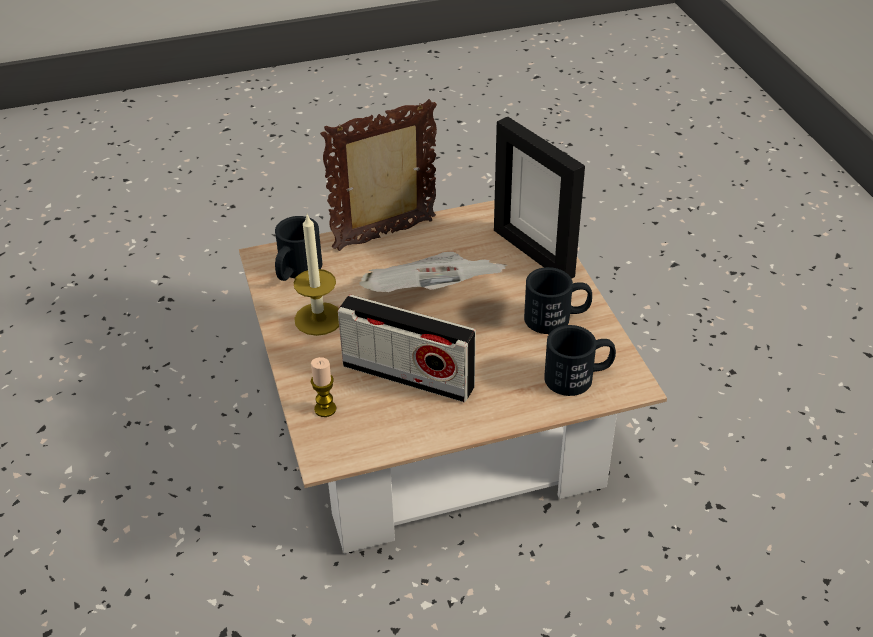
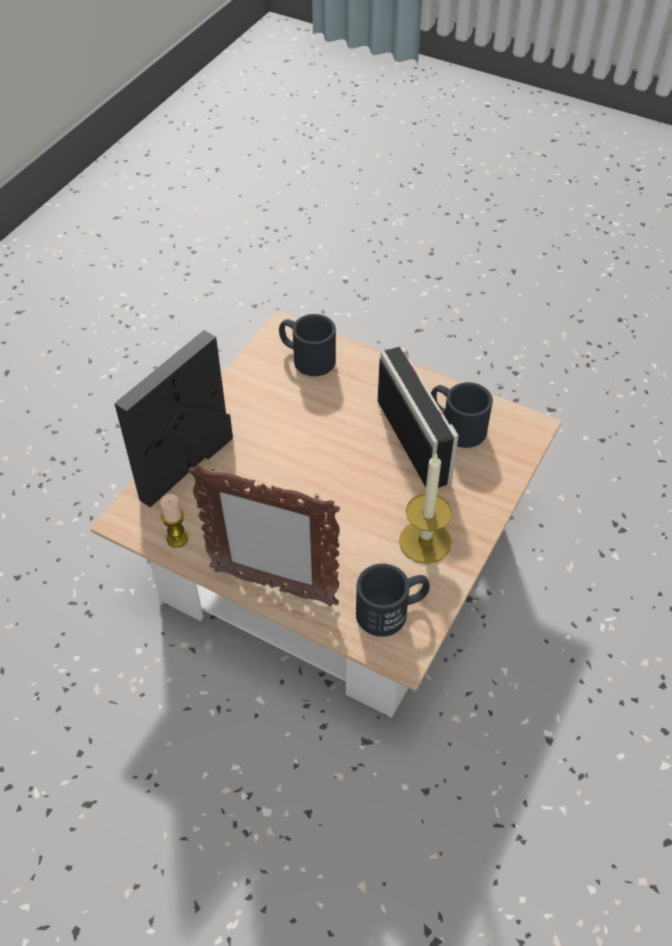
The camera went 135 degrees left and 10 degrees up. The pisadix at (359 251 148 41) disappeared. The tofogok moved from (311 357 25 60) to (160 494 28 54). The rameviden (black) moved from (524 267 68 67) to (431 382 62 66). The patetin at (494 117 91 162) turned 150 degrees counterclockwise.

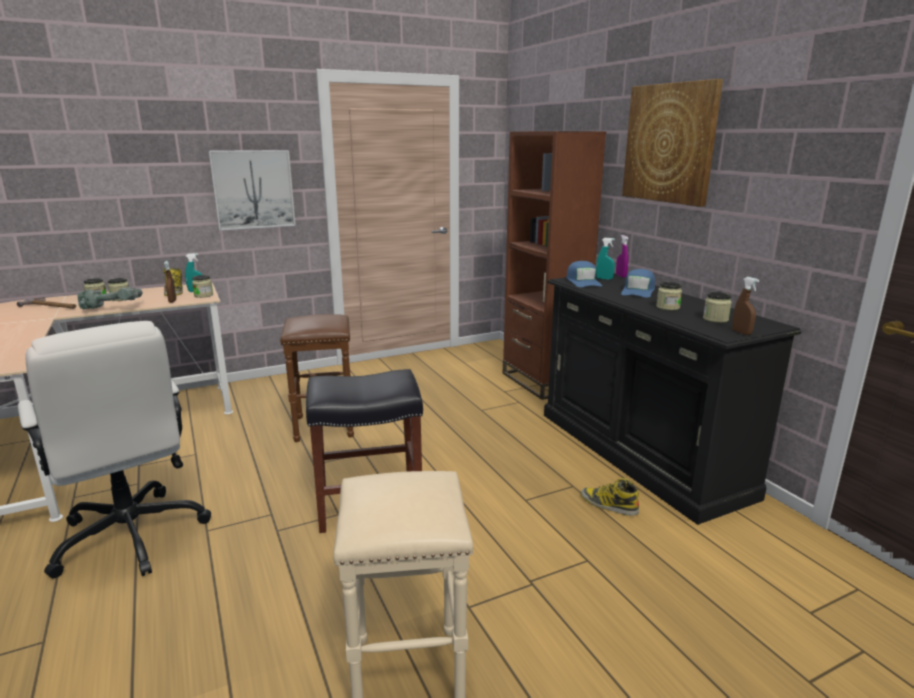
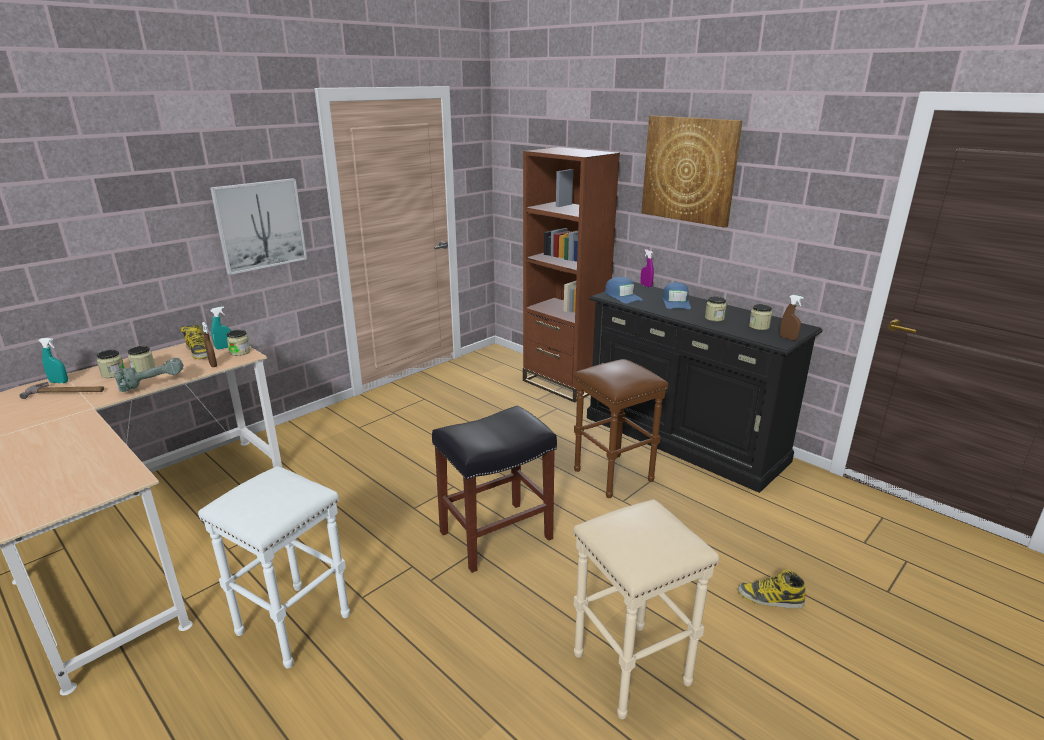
The camera went 20 degrees left and 5 degrees up. The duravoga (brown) moved from (280 314 74 128) to (574 359 94 139). The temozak moved from (581 478 58 38) to (738 570 68 39). The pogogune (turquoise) moved from (596 238 19 42) to (38 338 30 45). The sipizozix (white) at (18 321 193 257) was replaced by the duravoga (white) at (198 466 152 202).

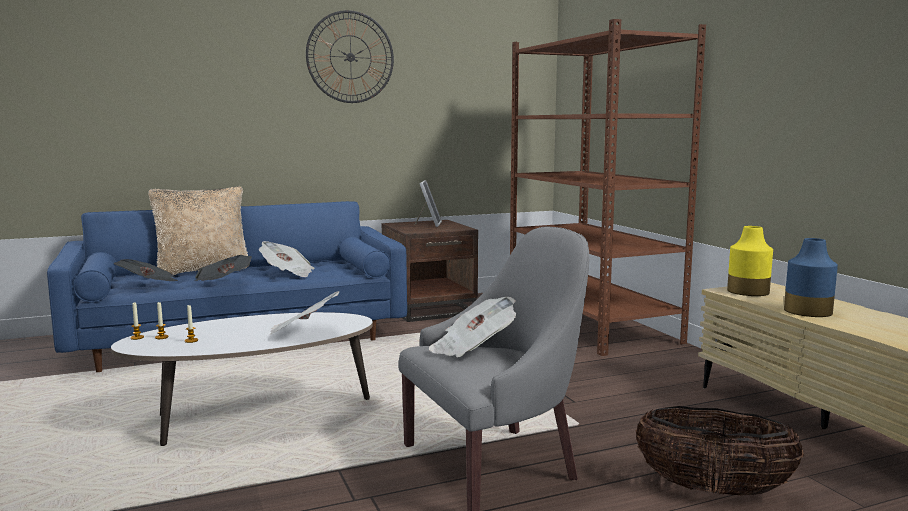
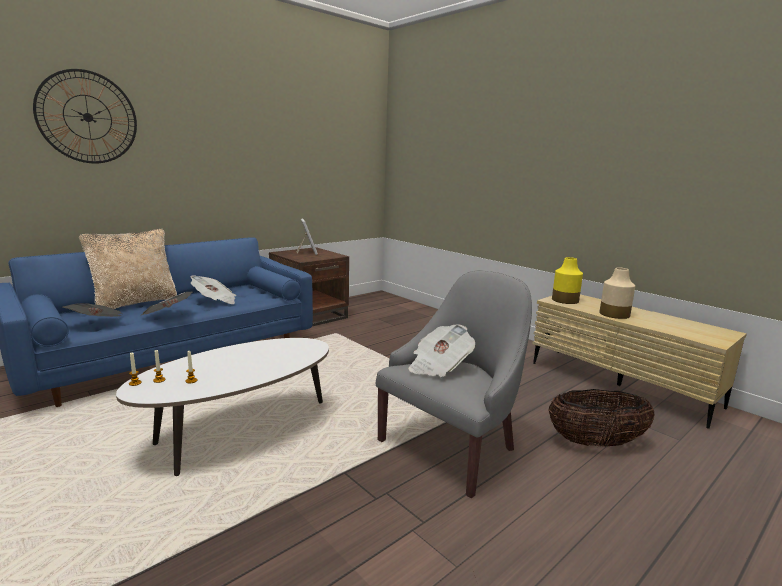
The camera went 20 degrees left and 5 degrees up. The pisadix at (270 291 70 44) disappeared. The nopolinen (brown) at (510 19 196 337) disappeared. The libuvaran moved from (306 10 88 93) to (33 69 104 95). The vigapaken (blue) at (784 238 54 79) became the vigapaken (beige) at (599 268 36 51).

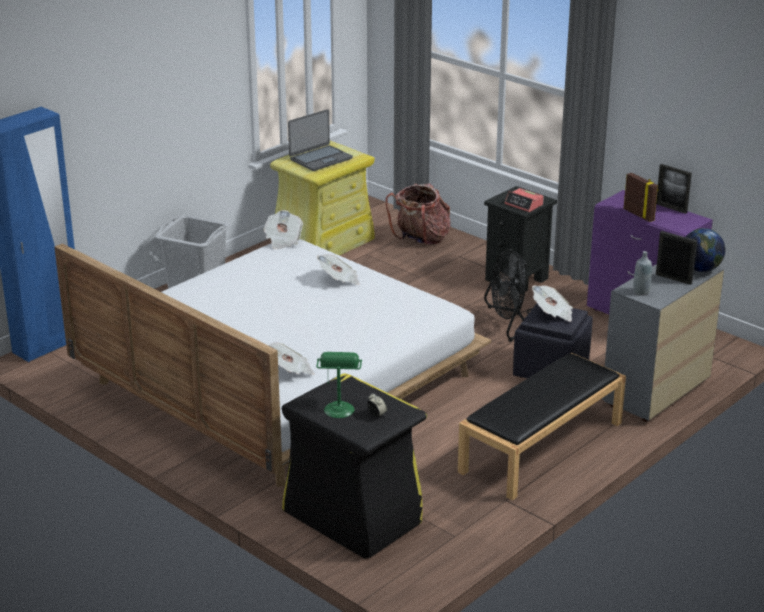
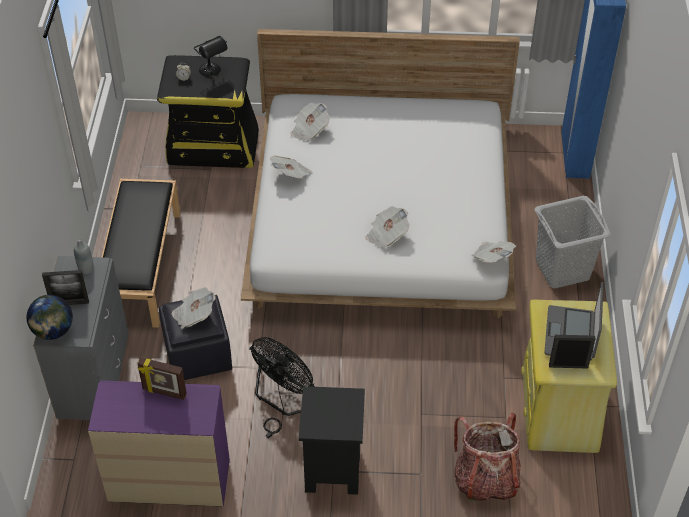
The camera went 140 degrees right and 20 degrees up. The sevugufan at (505 188 39 24) disappeared. The pisadix at (270 155 42 24) appeared. The patetin moved from (656 164 36 50) to (549 335 46 33). The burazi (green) at (316 352 46 66) became the burazi (black) at (194 36 34 41).

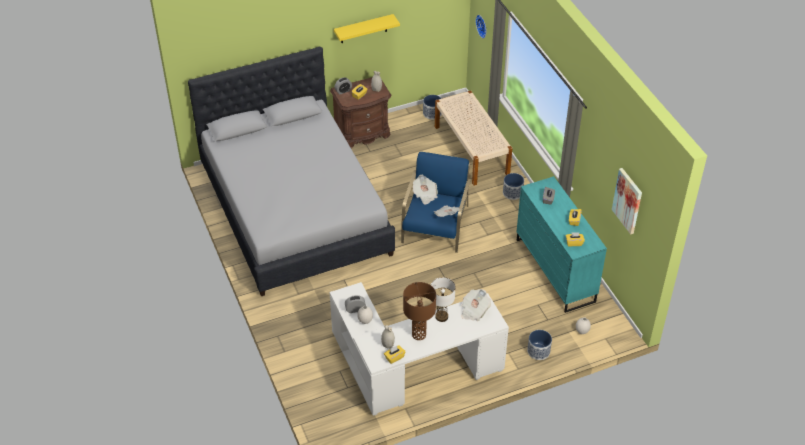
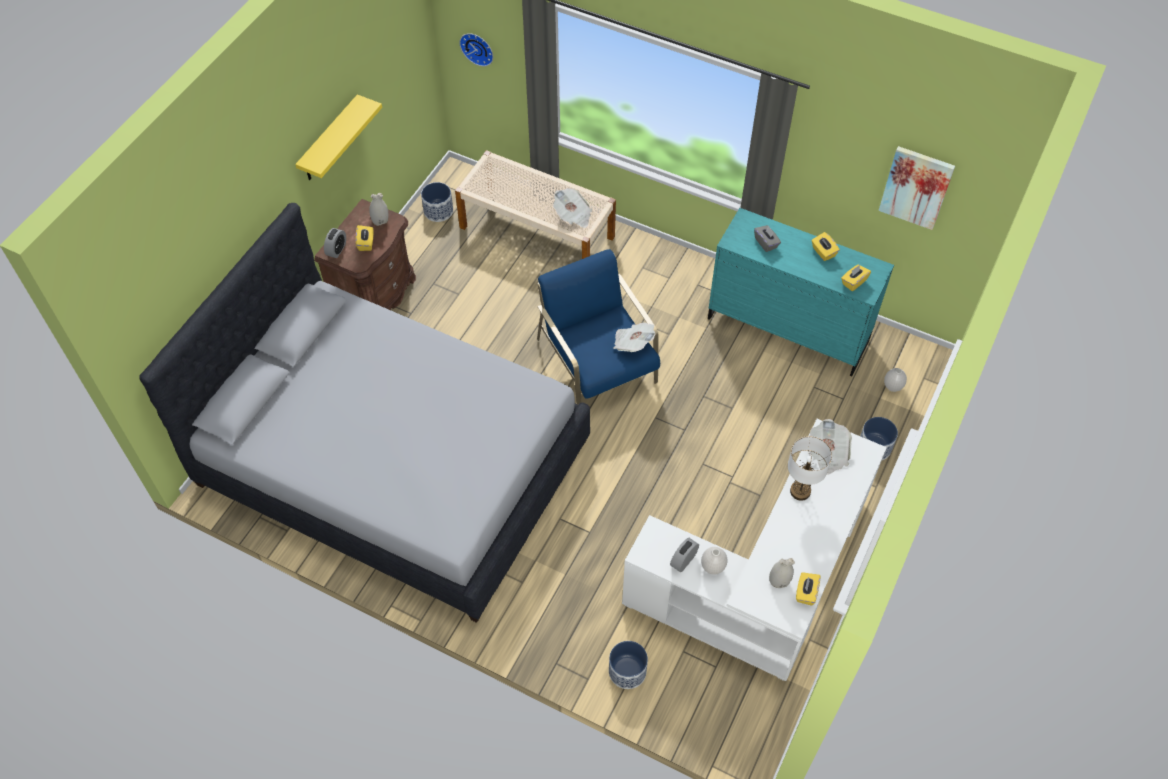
The camera went 40 degrees left and 10 degrees up. The burazi (brown) at (403 282 33 58) disappeared. The pisadix moved from (413 174 25 31) to (553 188 39 40). The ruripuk moved from (503 173 21 27) to (609 641 39 48).

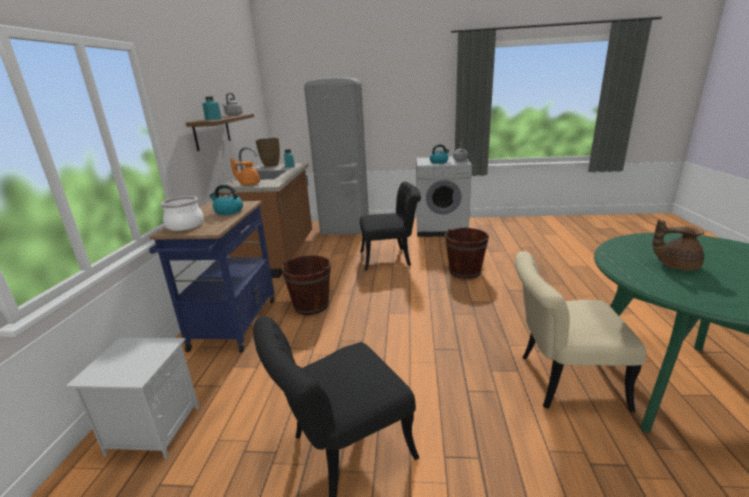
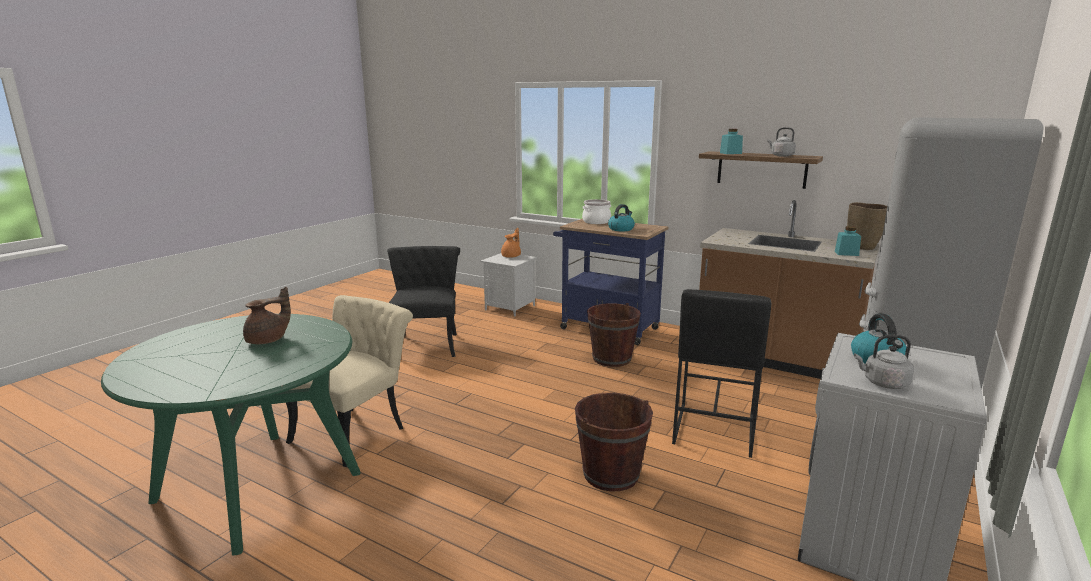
The camera went 115 degrees right and 5 degrees down. The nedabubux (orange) moved from (230 158 30 27) to (501 228 20 30). The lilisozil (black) at (360 182 61 89) was replaced by the duravoga (black) at (672 289 99 169).

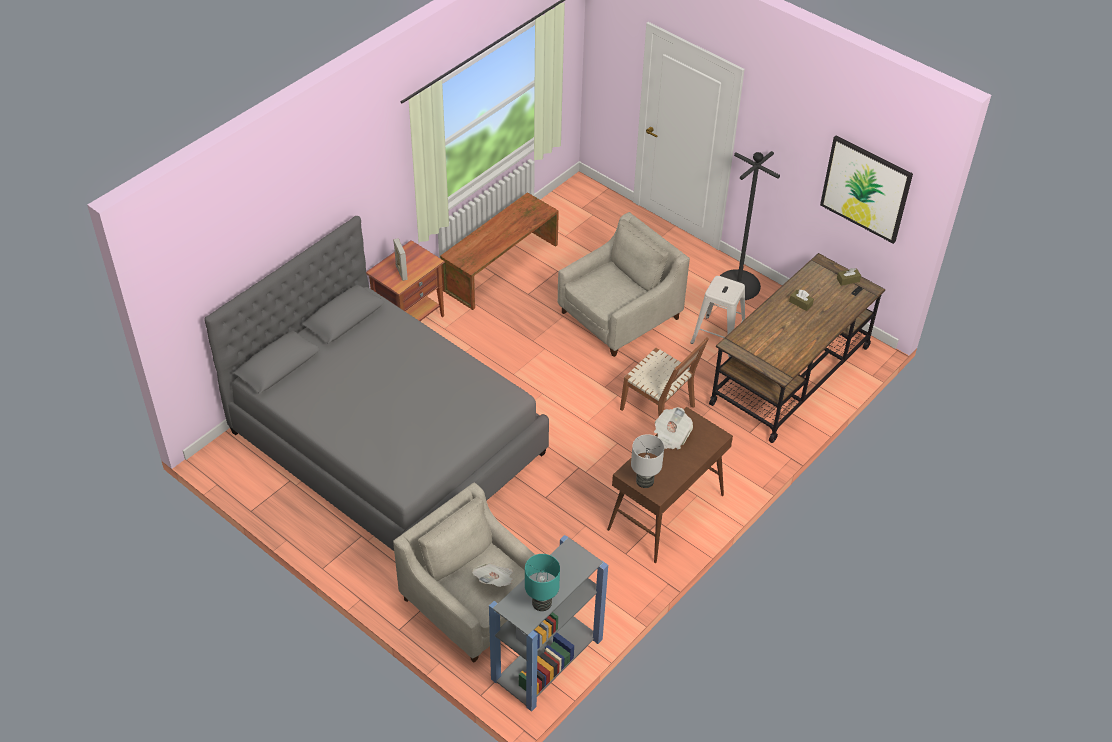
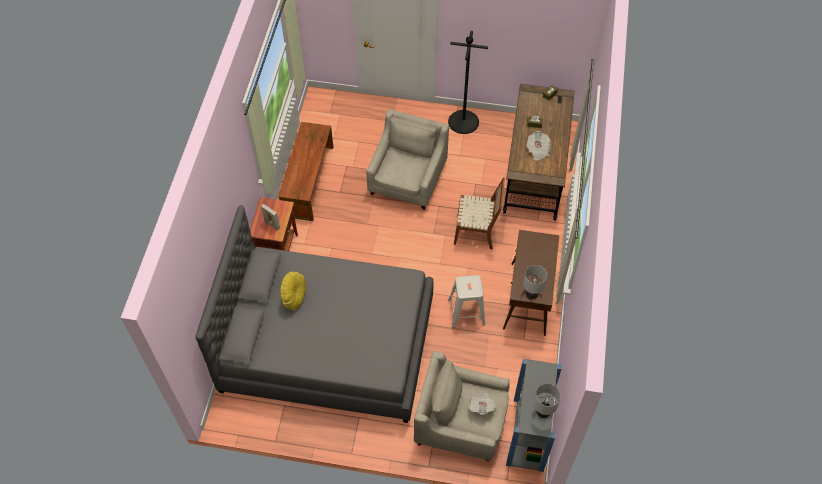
The camera went 30 degrees left and 10 degrees up. The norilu at (820 136 93 108) disappeared. The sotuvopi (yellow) at (280 272 26 39) appeared. The pisadix moved from (654 407 39 42) to (526 131 25 30). The duravoga (white) moved from (690 276 55 81) to (448 275 38 53). The burazi (turquoise) at (525 554 35 57) became the burazi (grey) at (534 384 27 34).

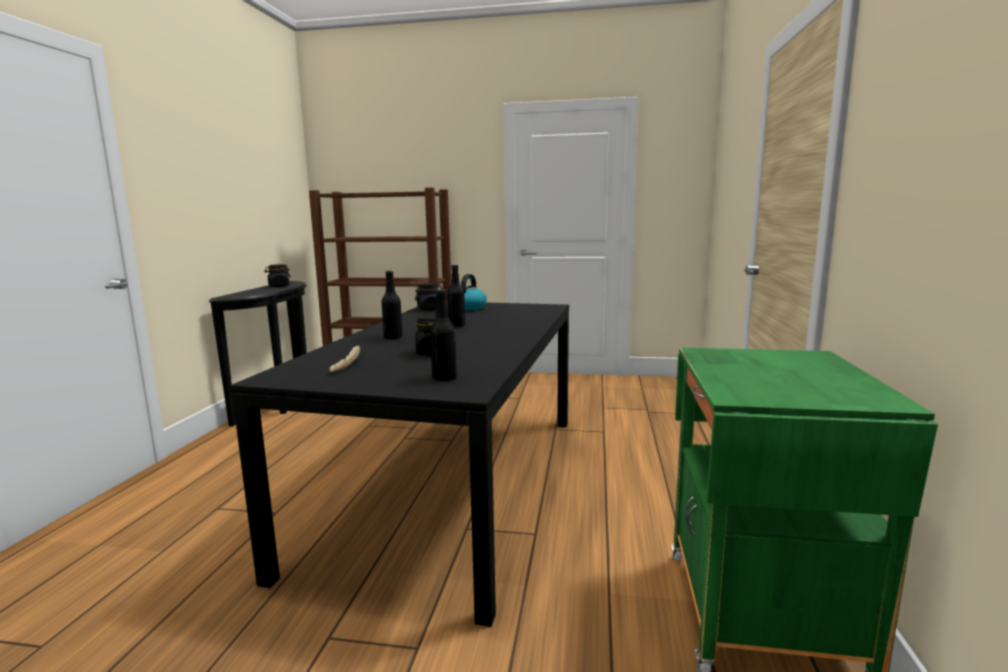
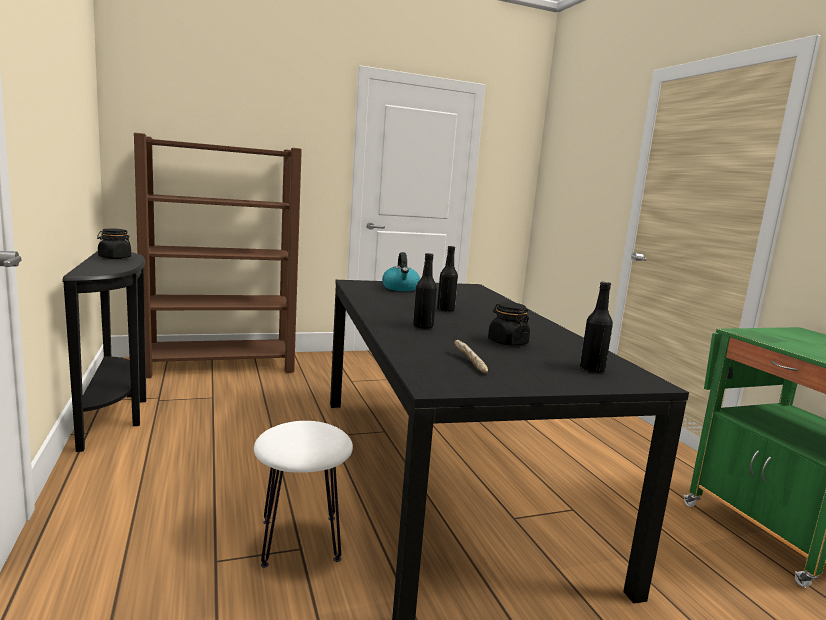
The camera went 30 degrees left and 0 degrees up. The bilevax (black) at (415 283 27 28) disappeared. The duravoga (white) at (254 421 99 147) appeared.

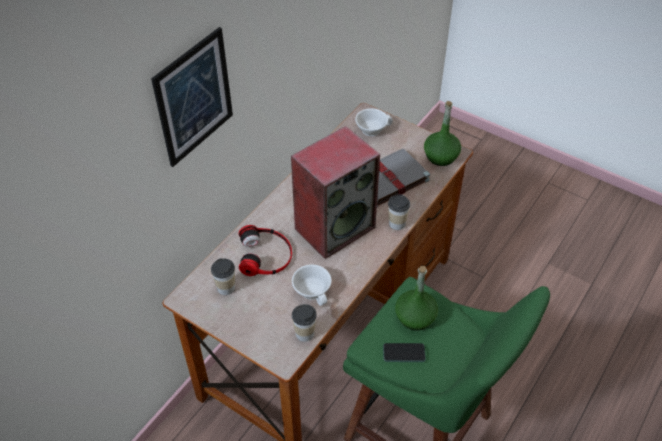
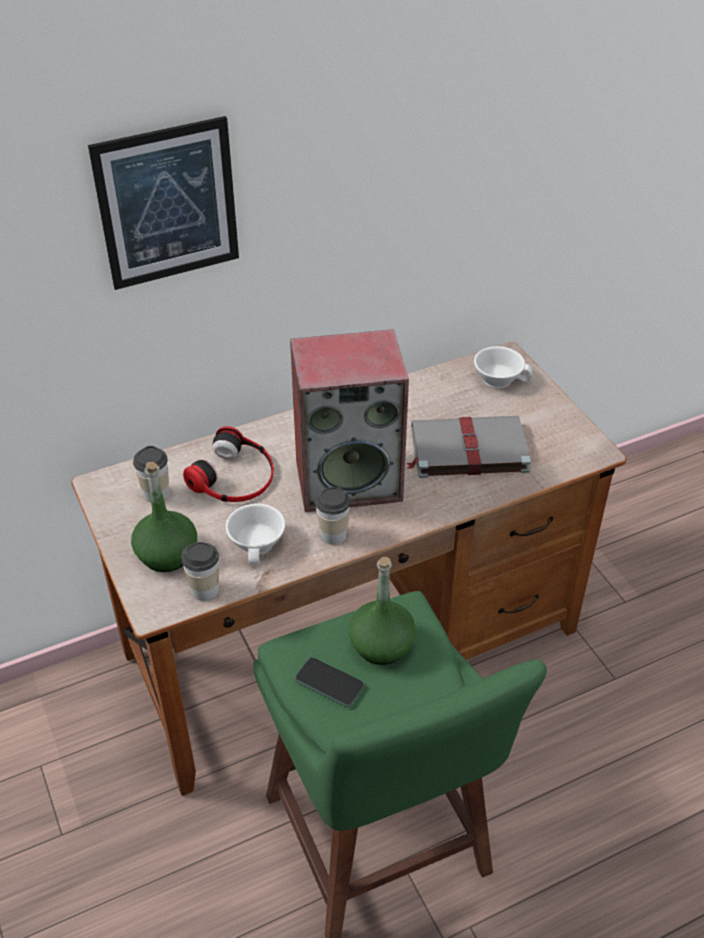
The camera went 30 degrees right and 5 degrees down. The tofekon moved from (388 194 22 36) to (315 487 36 58). The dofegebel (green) moved from (424 101 37 65) to (131 462 66 110).

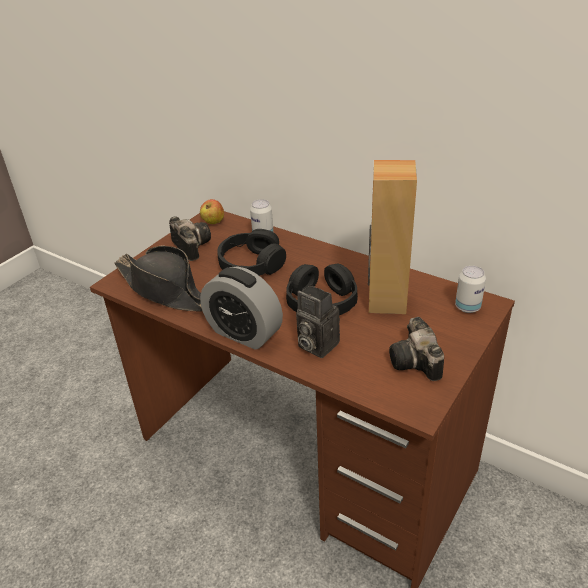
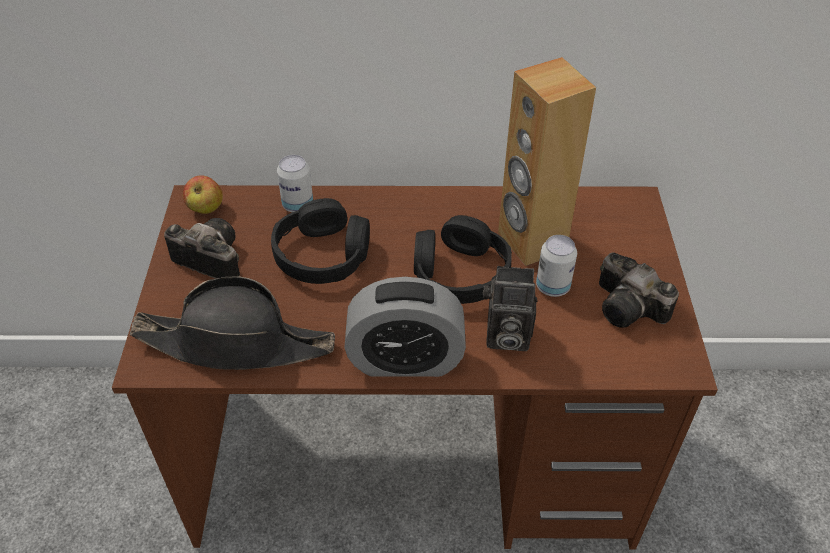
The camera went 35 degrees left and 10 degrees up. The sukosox moved from (455 266 31 47) to (536 235 41 62).

